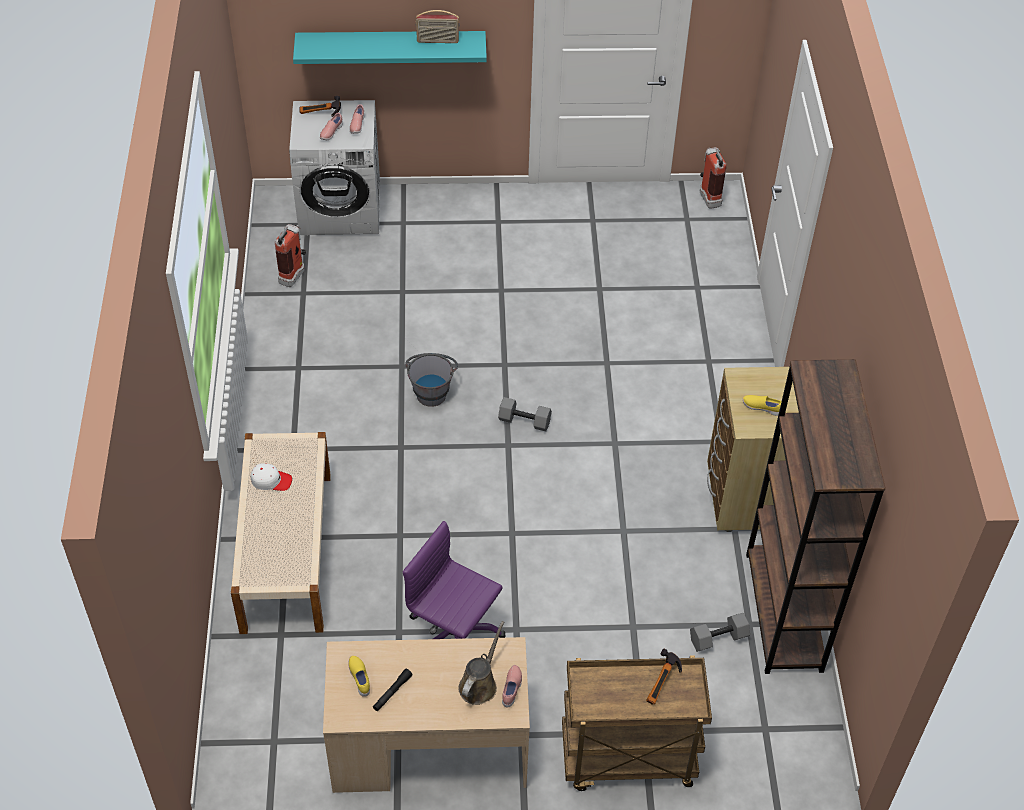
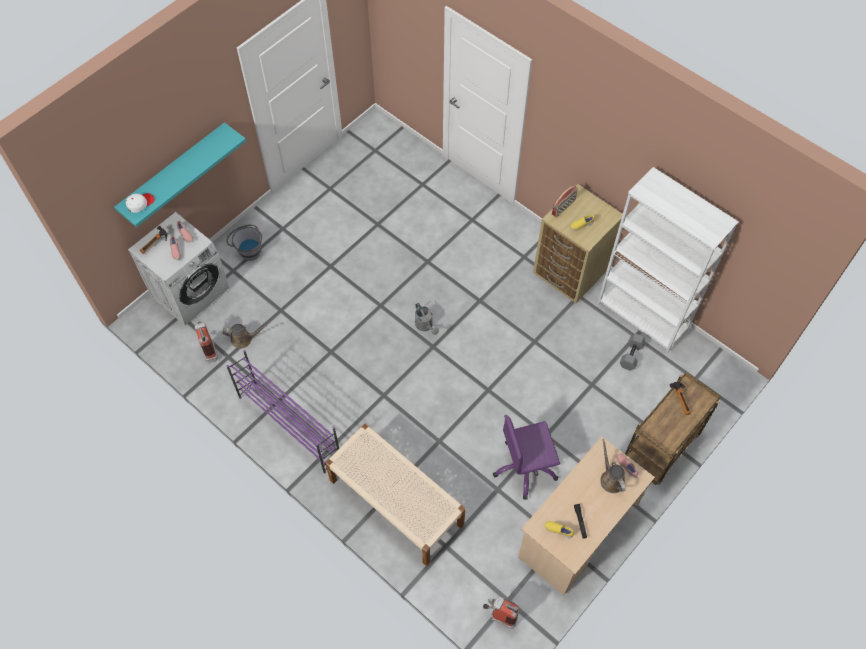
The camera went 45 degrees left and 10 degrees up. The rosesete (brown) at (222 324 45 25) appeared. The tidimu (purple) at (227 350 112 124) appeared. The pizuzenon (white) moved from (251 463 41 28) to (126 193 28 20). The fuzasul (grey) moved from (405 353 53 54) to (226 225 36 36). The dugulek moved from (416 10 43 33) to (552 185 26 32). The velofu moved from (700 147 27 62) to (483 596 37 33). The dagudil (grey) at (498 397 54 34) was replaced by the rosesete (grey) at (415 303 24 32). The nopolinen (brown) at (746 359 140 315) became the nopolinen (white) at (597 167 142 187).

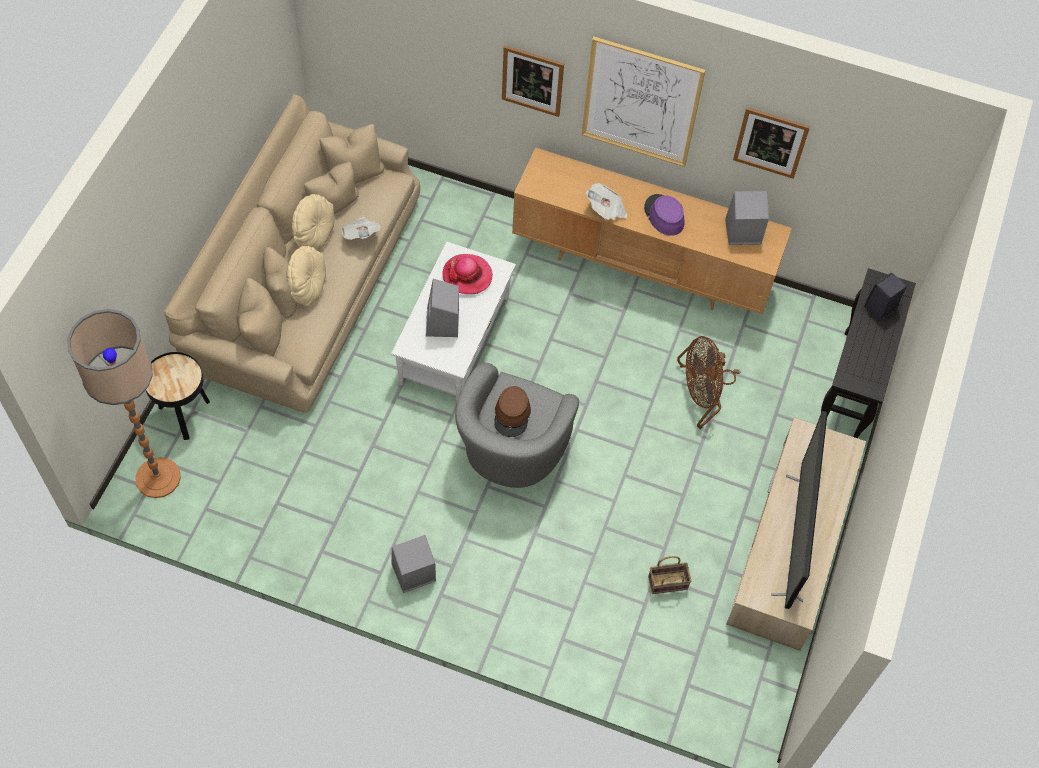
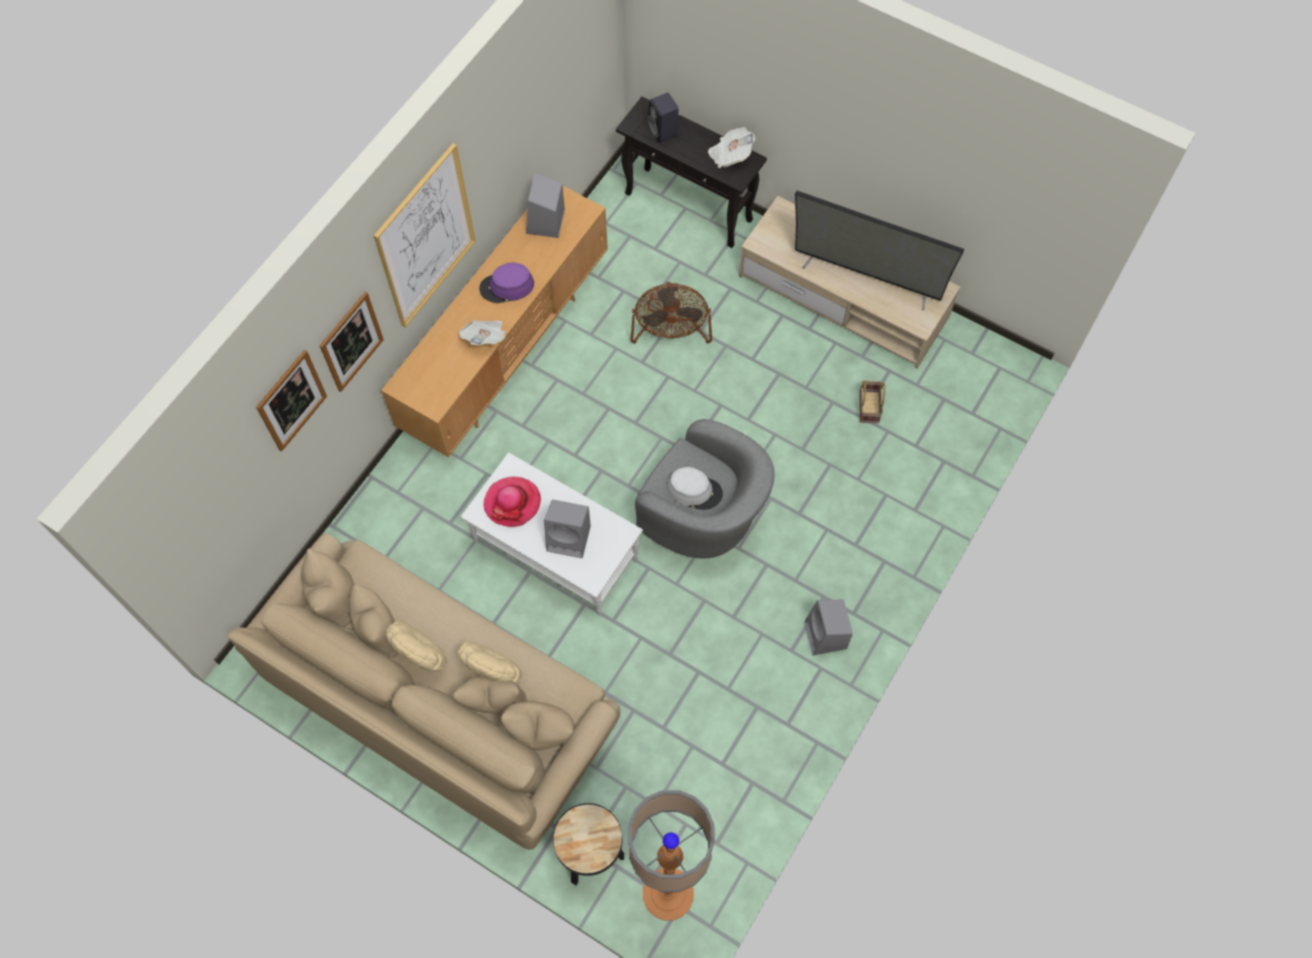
The camera went 75 degrees left and 5 degrees up. The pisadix moved from (341 217 40 23) to (708 127 47 41). The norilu moved from (733 107 77 72) to (256 350 71 101). The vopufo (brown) at (494 386 37 51) became the vopufo (grey) at (667 467 56 43).

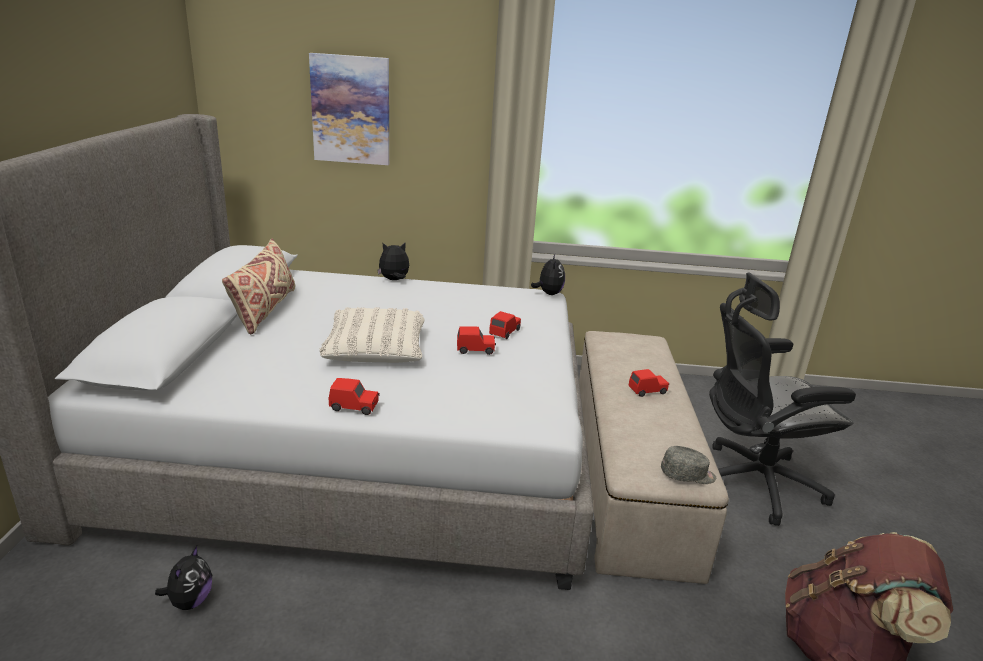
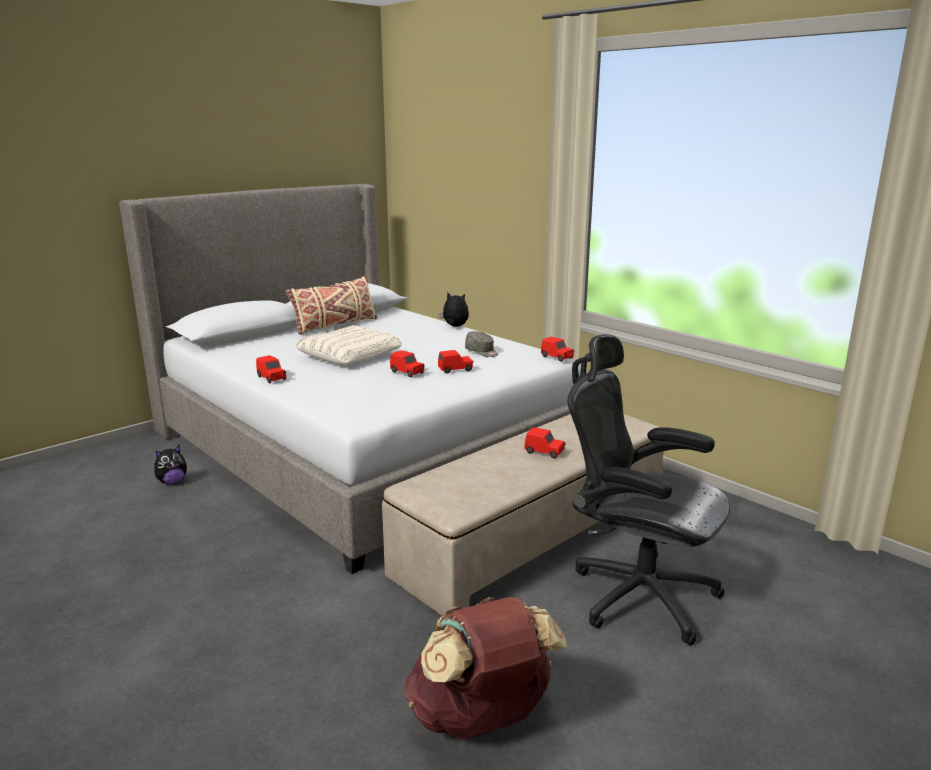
The camera went 45 degrees right and 5 degrees down. The norilu at (309 53 80 112) disappeared. The pizuzenon (grey) moved from (661 446 55 38) to (465 331 33 26). The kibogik at (531 254 34 41) was replaced by the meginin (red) at (541 337 33 25).

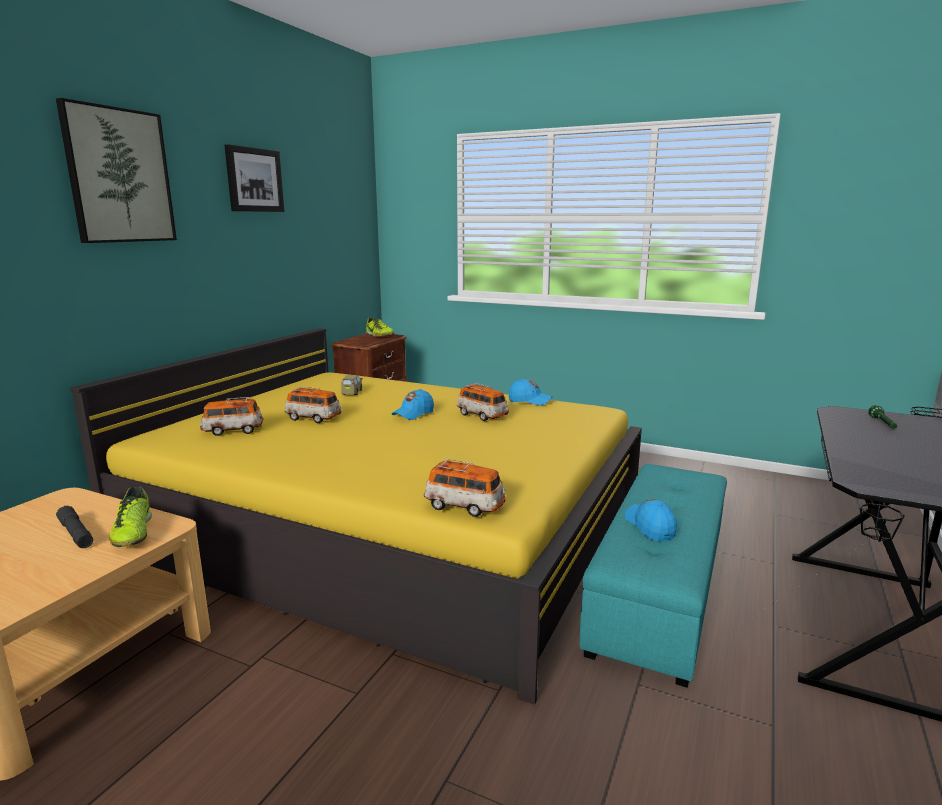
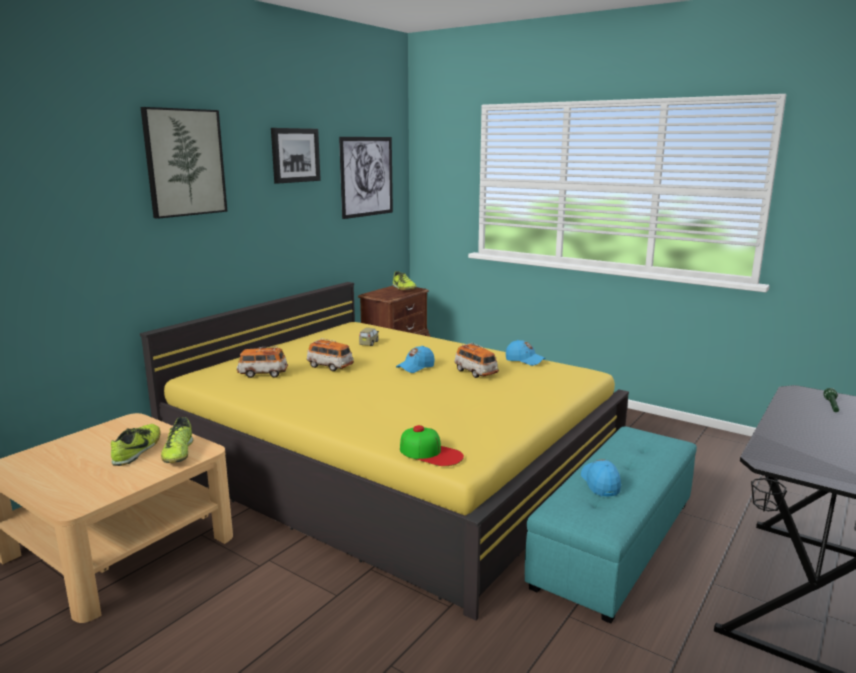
The camera went 10 degrees right and 0 degrees up. The norilu at (339 137 54 82) appeared. The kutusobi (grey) at (56 506 37 42) was replaced by the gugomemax at (111 424 50 42). The meginin at (424 459 82 58) was replaced by the pizuzenon at (400 425 64 41).

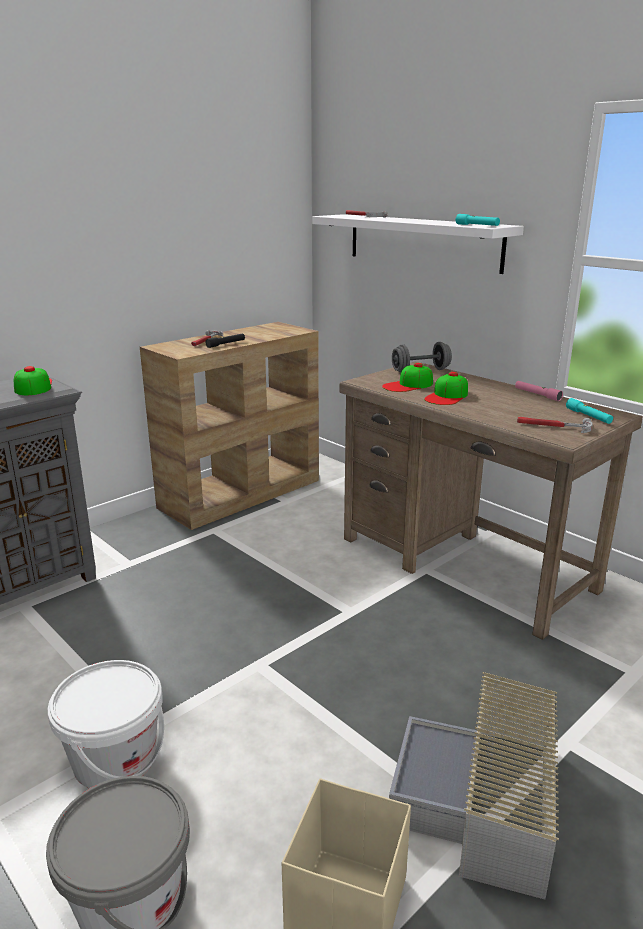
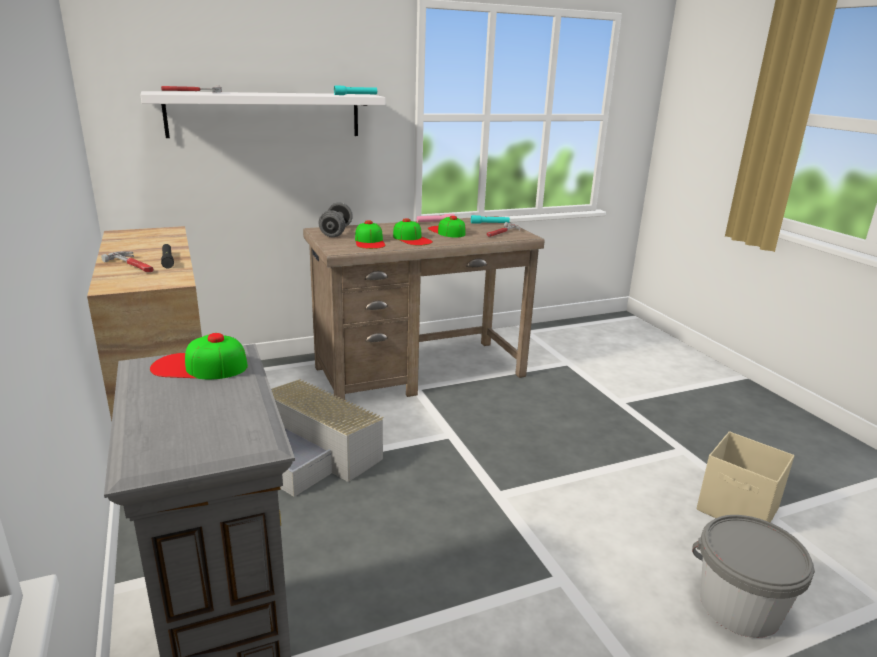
The camera went 70 degrees left and 0 degrees up. The fuzasul (white) at (48 660 116 128) disappeared. The pizuzenon at (428 216 38 21) appeared. The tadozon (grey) moved from (389 672 170 227) to (271 379 112 118).

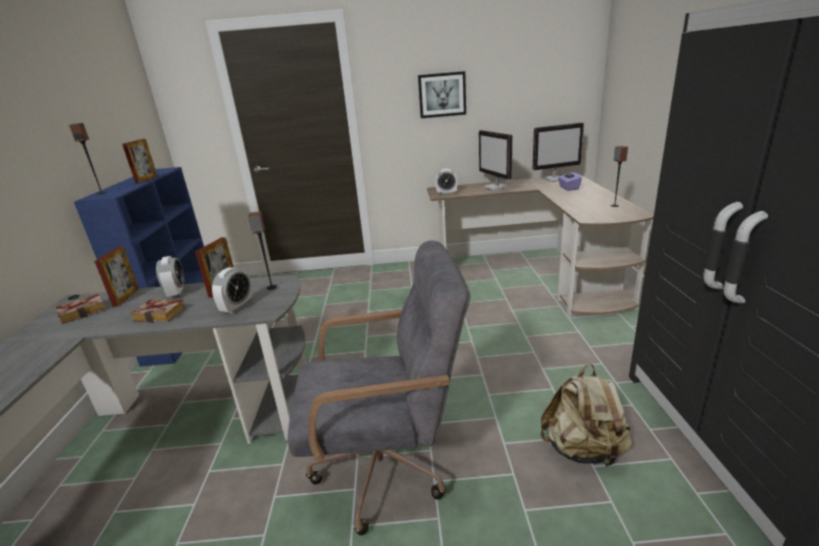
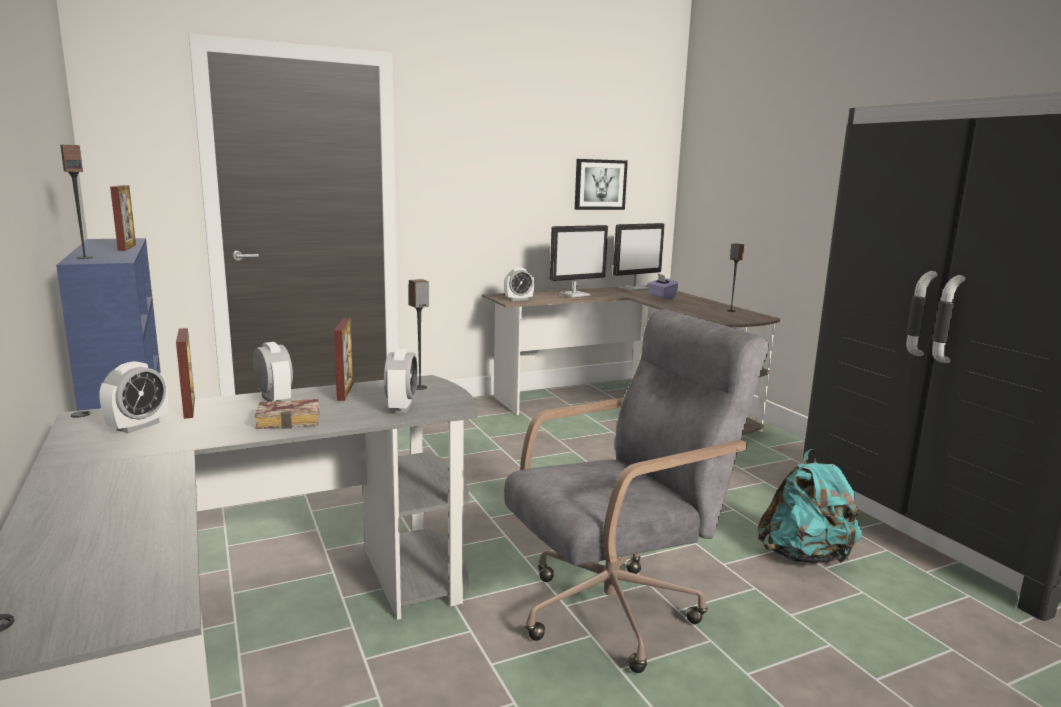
The camera went 25 degrees left and 10 degrees down. The norilu moved from (418 71 48 47) to (575 159 53 51). The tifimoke at (56 294 50 30) was replaced by the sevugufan at (100 361 68 72). The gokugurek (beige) at (540 364 92 104) became the gokugurek (turquoise) at (757 449 105 115). The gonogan at (479 130 33 60) turned 75 degrees counterclockwise.

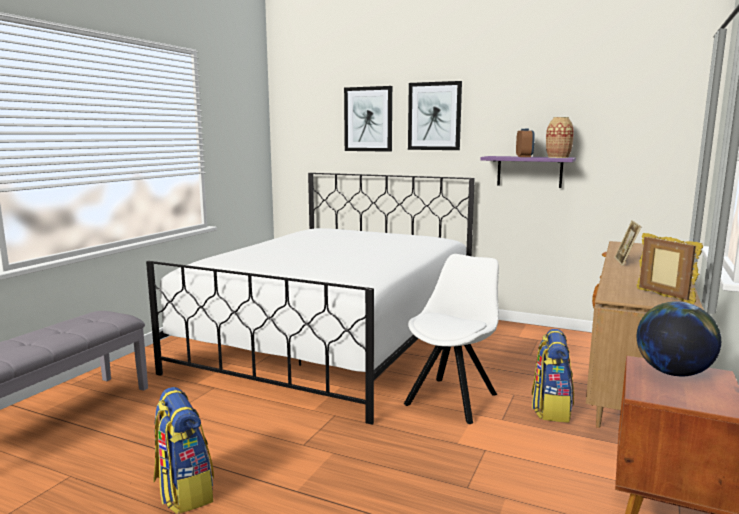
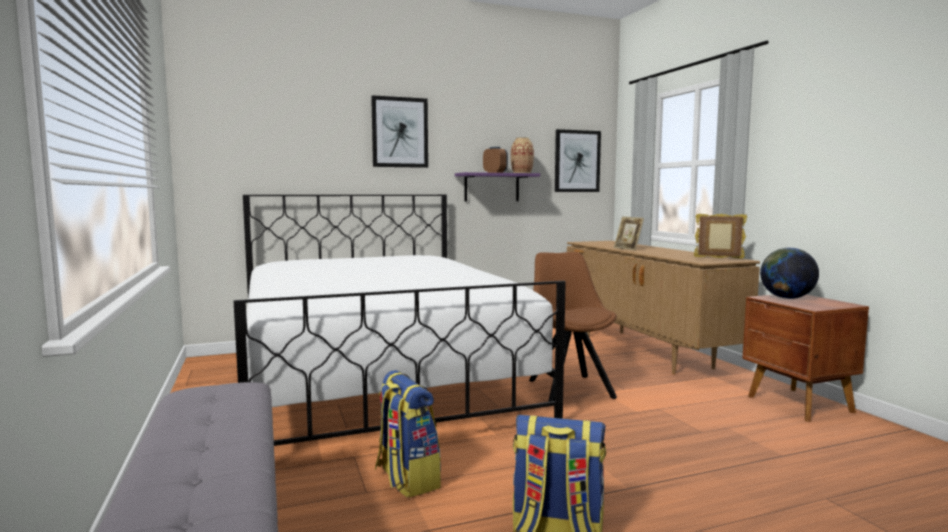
The camera went 45 degrees left and 5 degrees down. The norilu moved from (344 86 48 66) to (555 129 46 63). The gokugurek moved from (531 329 43 94) to (375 370 66 127). The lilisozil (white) at (404 254 95 170) became the lilisozil (brown) at (529 252 88 150).

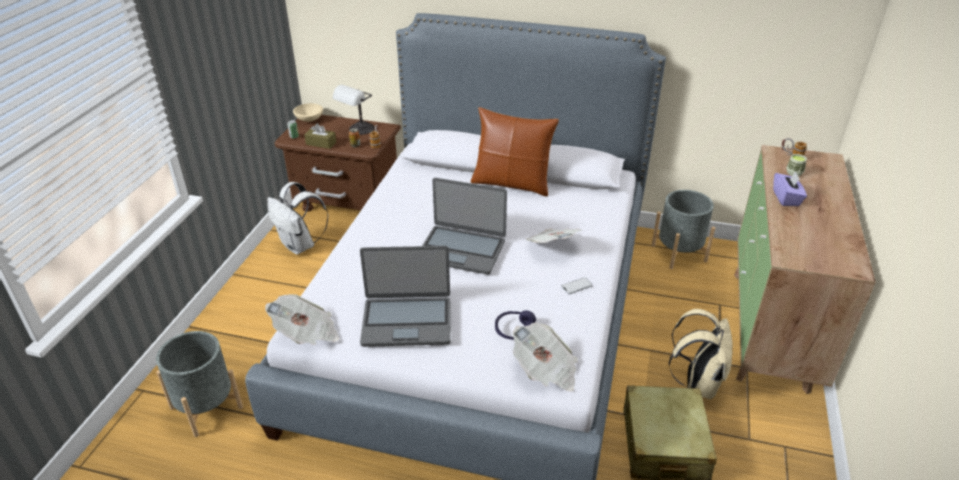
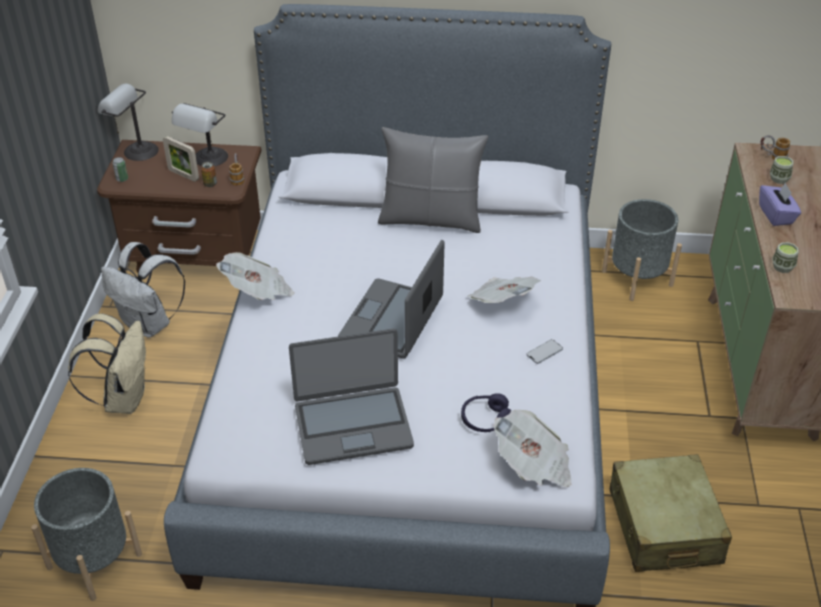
The camera went 10 degrees left and 5 degrees up. The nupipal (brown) at (304 123 32 26) disappeared. The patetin at (163 136 36 46) appeared. The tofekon at (773 242 26 31) appeared. The pisadix moved from (265 294 74 51) to (216 252 79 48). The gokugurek (beige) moved from (669 309 63 90) to (68 314 78 100). The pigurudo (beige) at (293 103 30 19) was replaced by the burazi at (98 84 61 77). The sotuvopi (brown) at (471 107 88 89) became the sotuvopi (grey) at (378 127 110 106). The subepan at (422 178 85 97) turned 105 degrees clockwise.

